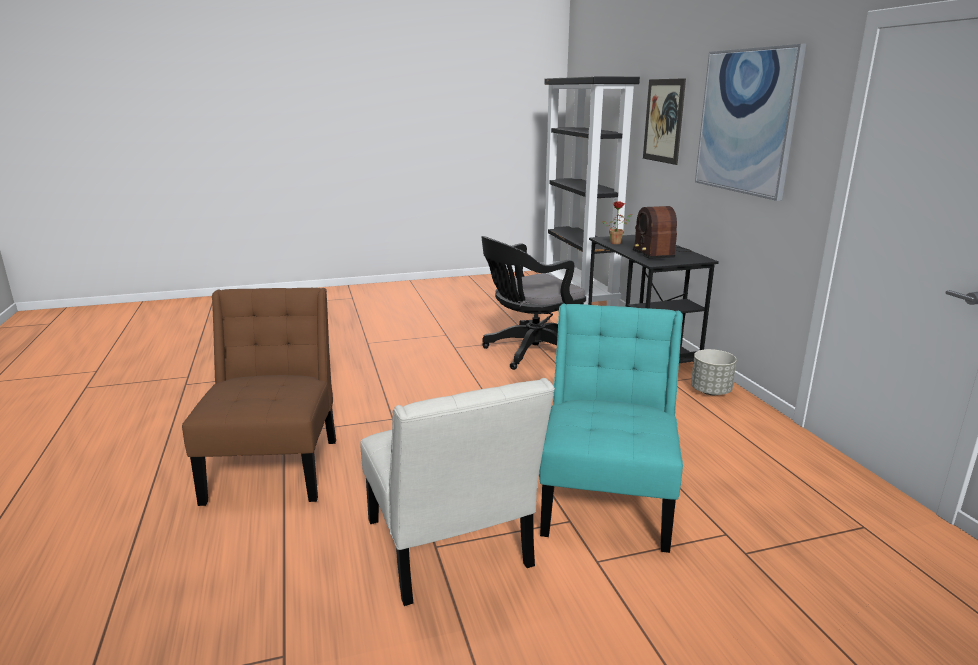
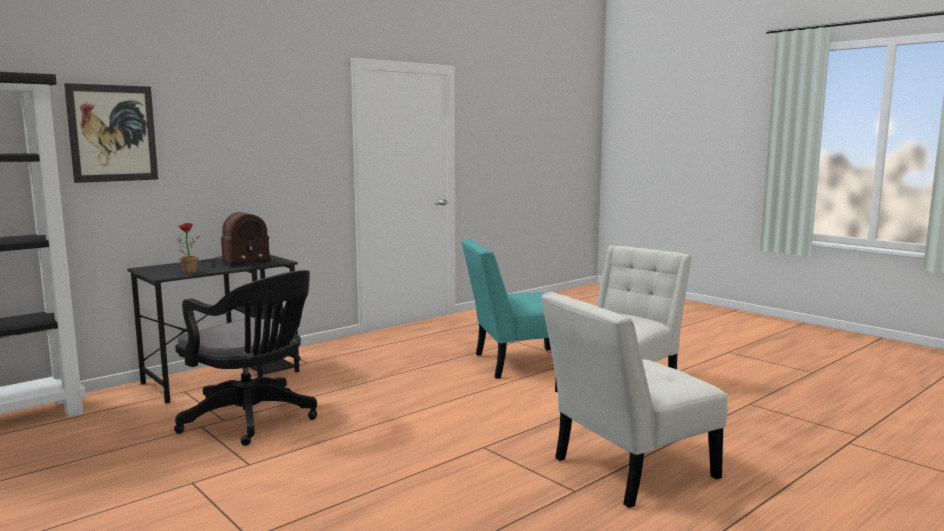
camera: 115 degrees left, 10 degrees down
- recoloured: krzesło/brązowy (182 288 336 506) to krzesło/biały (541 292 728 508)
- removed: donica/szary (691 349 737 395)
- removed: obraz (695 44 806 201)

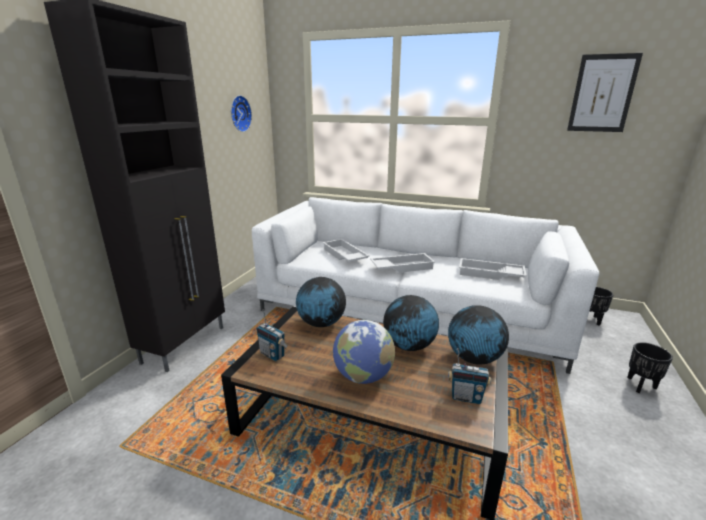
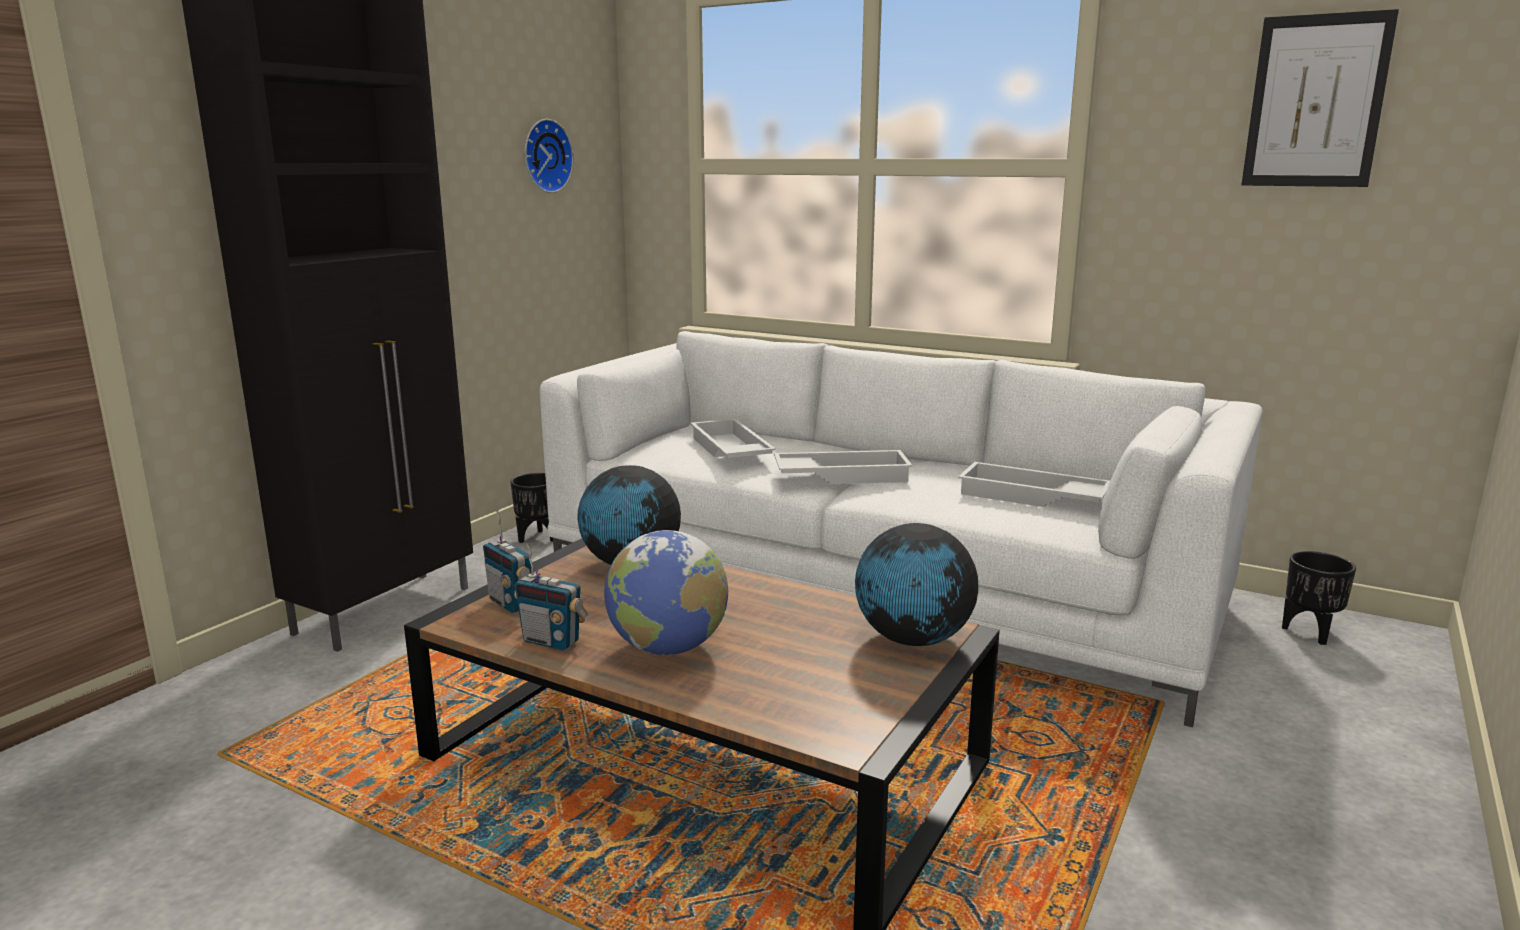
camera: 10 degrees right, 5 degrees down
- moved: donica/czarny (627 342 673 393) to (510 473 553 543)
- moved: radio (448 348 491 404) to (514 543 588 651)
- removed: globus (383 295 439 351)

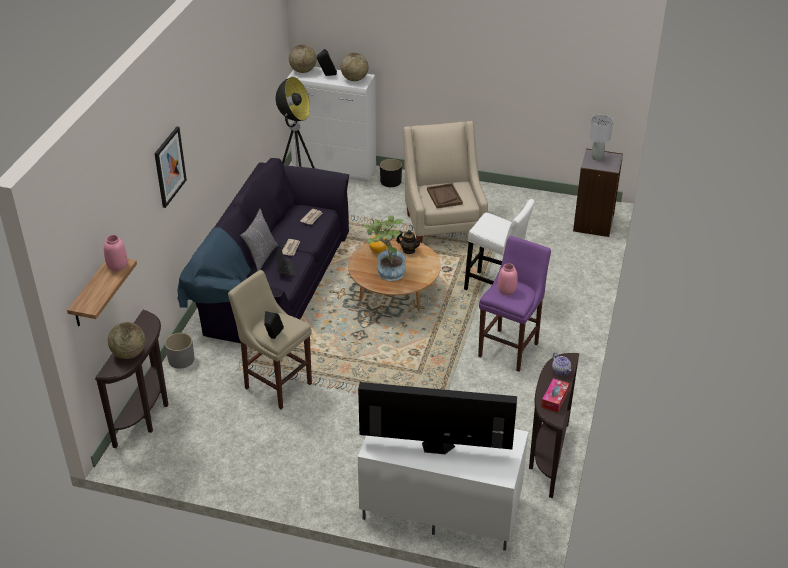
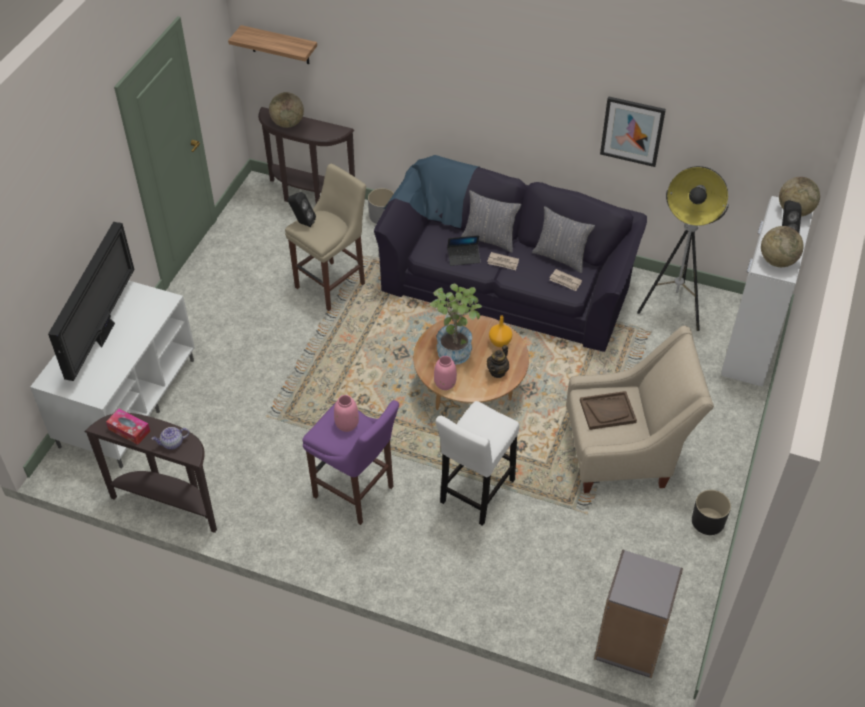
camera: 95 degrees right, 10 degrees up
- moved: wazon/różowy (104 235 128 271) to (434 356 457 390)
- added: poduszka/szary (532 206 595 273)
- moved: obraz (154 127 187 208) to (600 96 666 167)
- moved: donica/czarny (380 159 402 187) to (692 490 731 535)
- removed: lampa stołowa/szary (589 115 613 161)

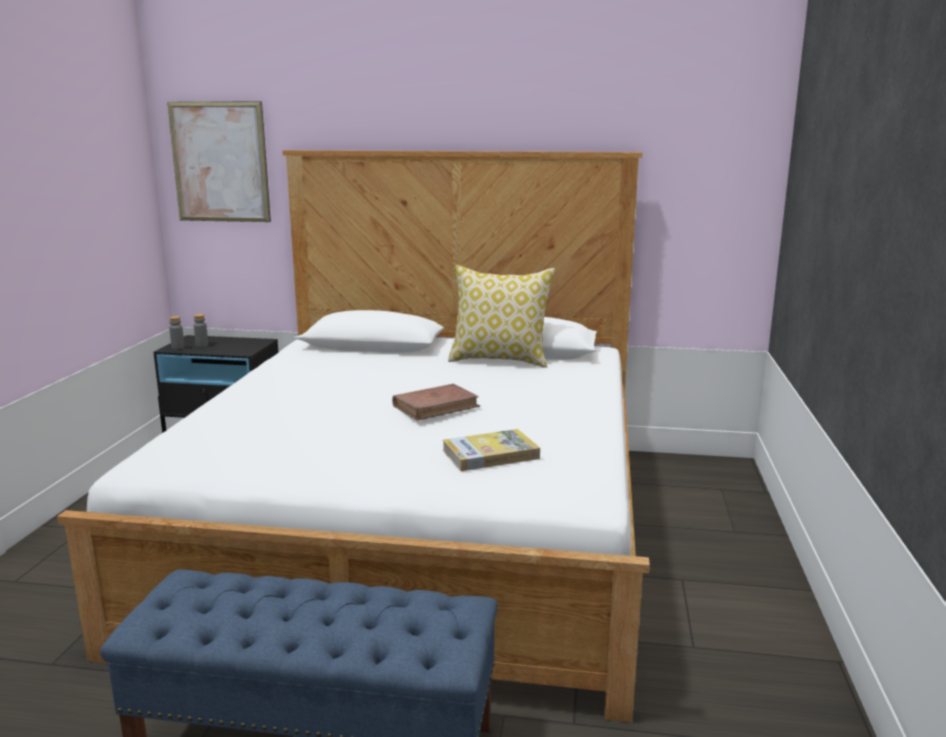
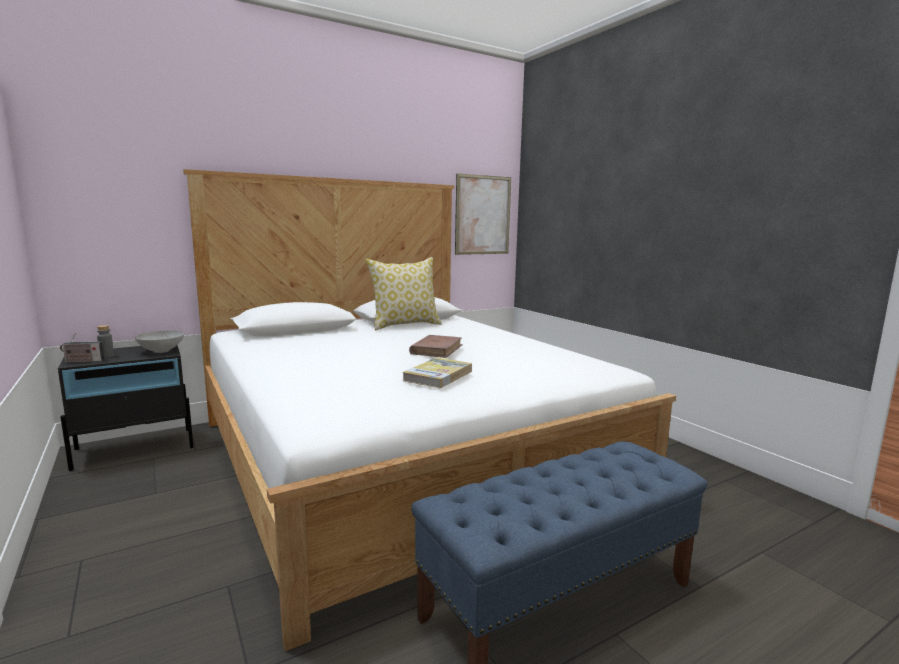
camera: 40 degrees left, 5 degrees down
- replaced: butelka/szary (169 316 185 350) to radio (60 332 104 363)
- added: miska/szary (134 331 185 353)
- moved: książka (443 429 540 471) to (402 358 472 388)
- moved: obraz (167 101 271 222) to (455 173 511 255)

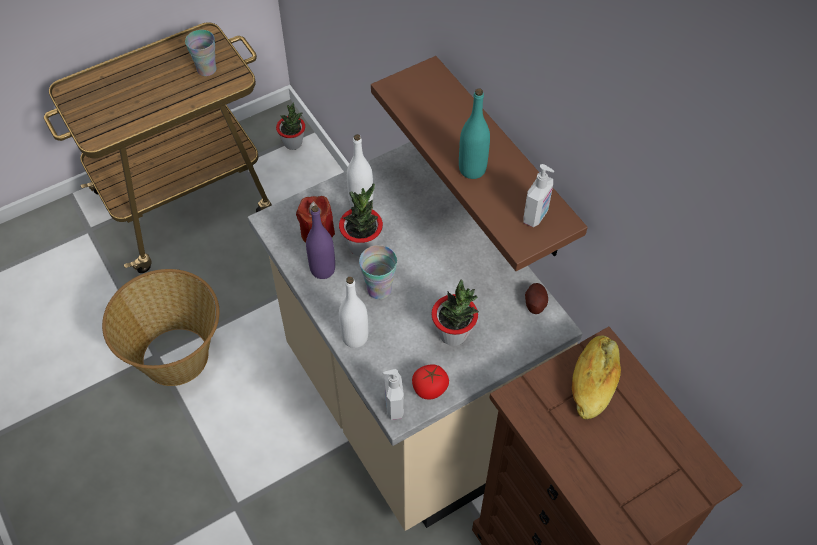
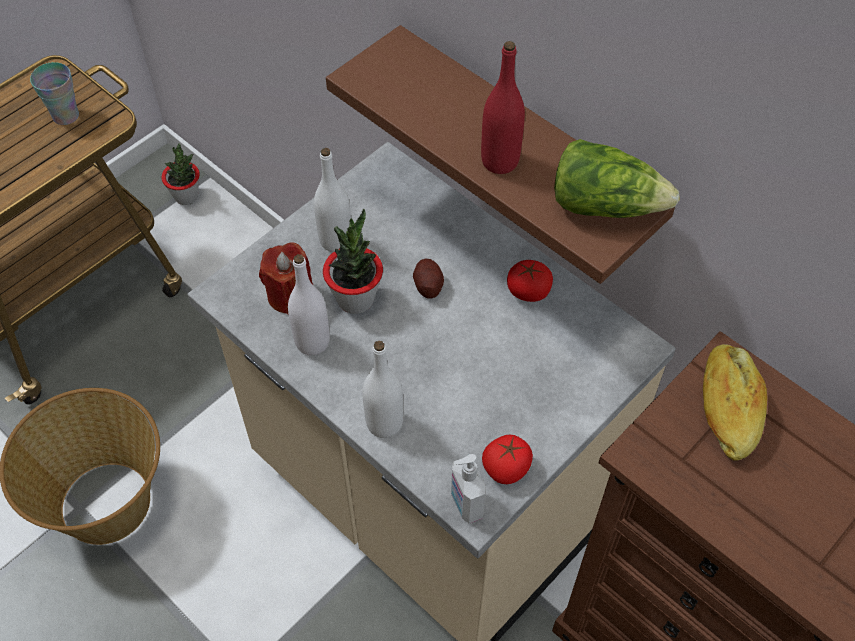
camera: 15 degrees left, 0 degrees up
- recoloured: butelka/fioletowy (306 205 335 279) to butelka/biały (288 254 330 355)
- moved: ziemniak (525 283 548 314) to (413 259 444 299)
- recoloured: butelka/turkusowy (459 89 490 179) to butelka/czerwony (481 41 525 174)
- added: pomidor (507 260 553 302)
- replaced: dozownik mydła (523 164 554 227) to sałata (554 139 680 218)
- removed: filiżanka (359 245 397 299)
- removed: roślina doniczkowa (431 279 479 346)

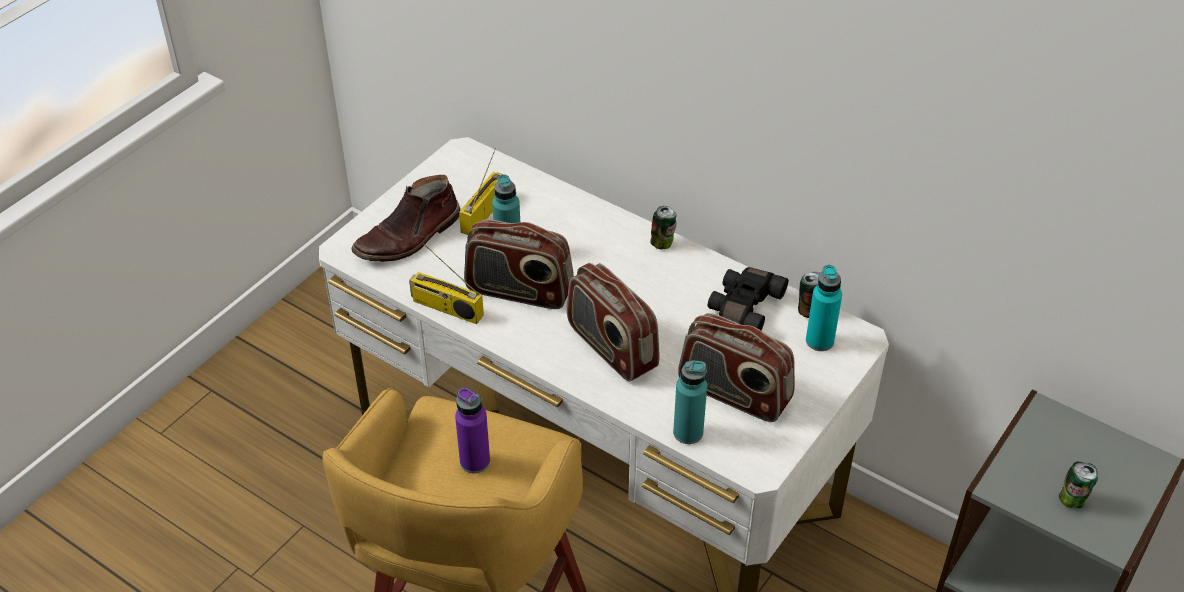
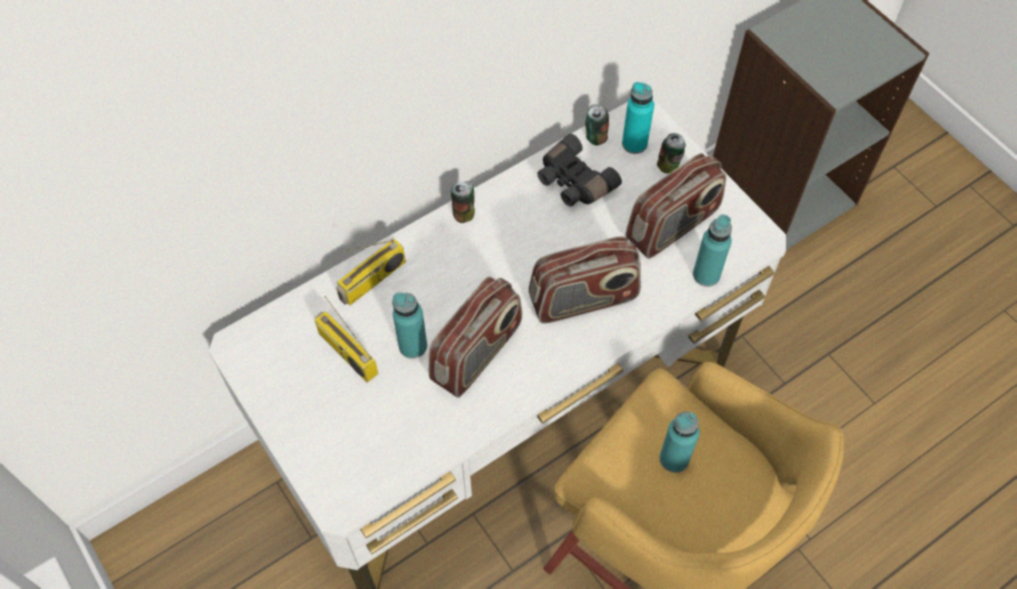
camera: 70 degrees left, 15 degrees up
- moved: radio (409 244 484 324) to (336 239 406 305)
- moved: puszka (1059 462 1098 508) to (657 133 686 173)
- recoloured: butelka/fioletowy (455 387 490 473) to butelka/turkusowy (660 412 700 473)
- removed: but z cholewką/brązowy (351 175 460 262)

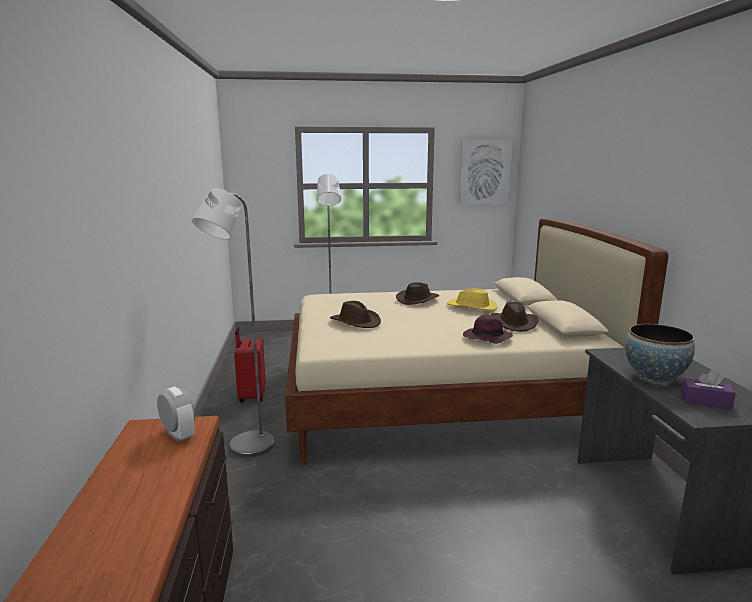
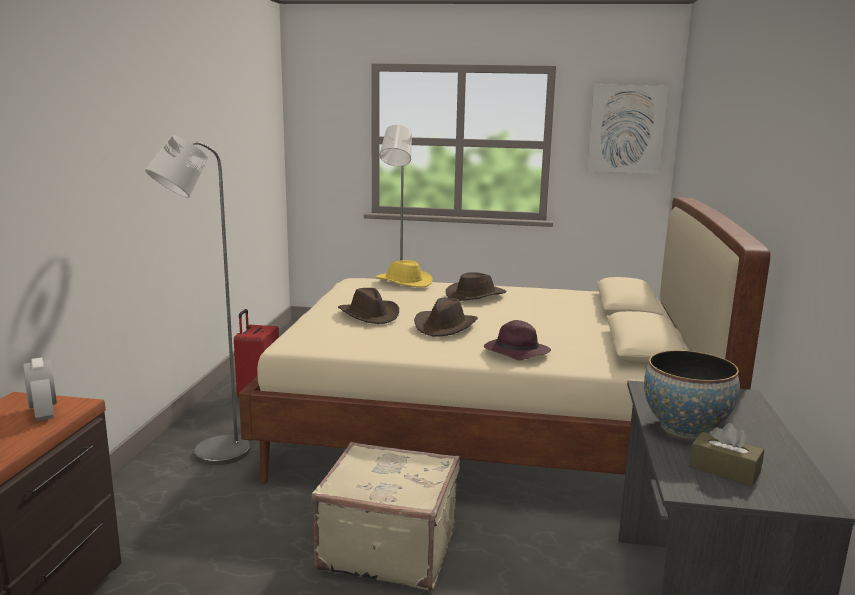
camera: 15 degrees right, 0 degrees up
- added: walizka/beżowy (311 442 460 590)
- moved: kapelusz/żółty (447 289 498 311) to (376 260 433 288)
- moved: kapelusz/brązowy (491 302 538 332) to (414 298 478 336)
- recoloured: pudełko chusteczek/fioletowy (681 369 736 410) to pudełko chusteczek/brązowy (689 423 764 486)

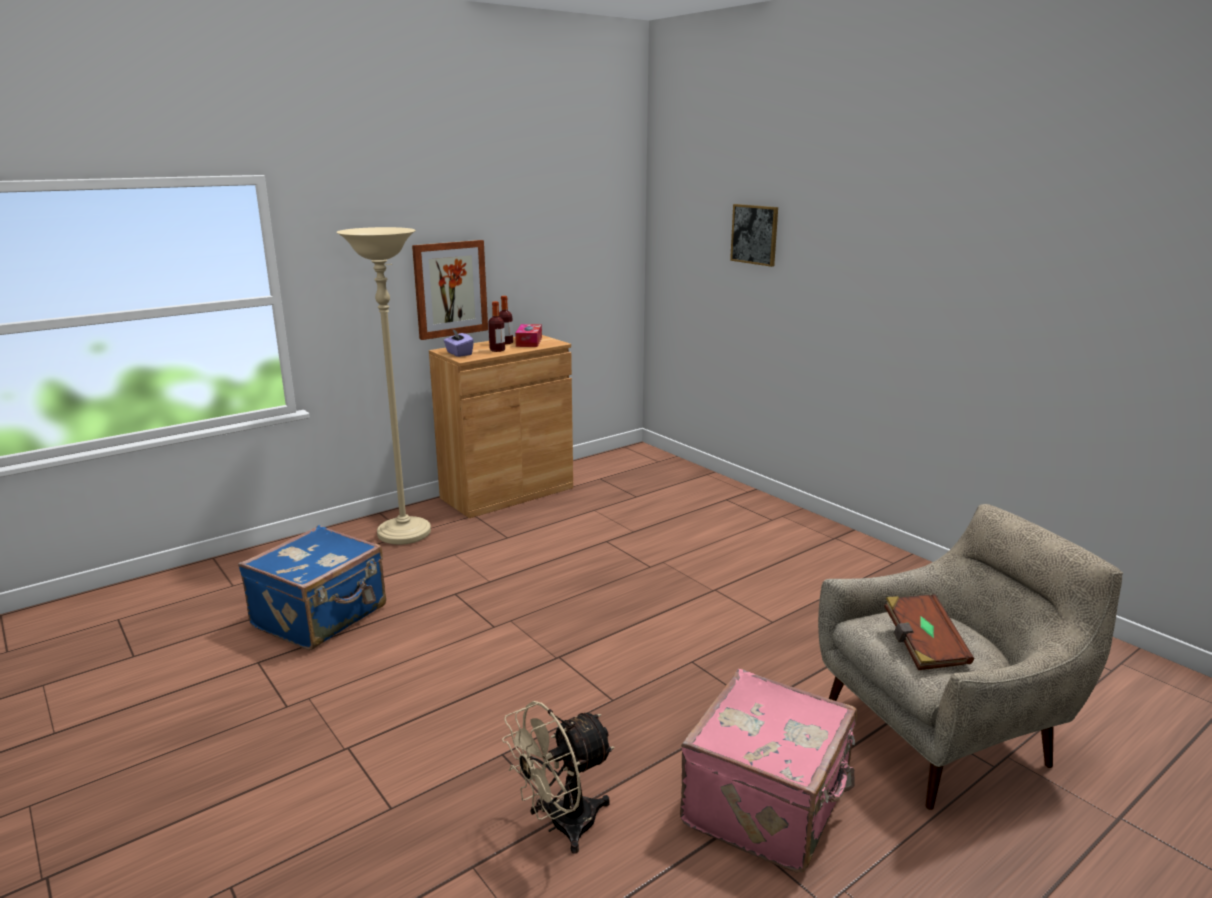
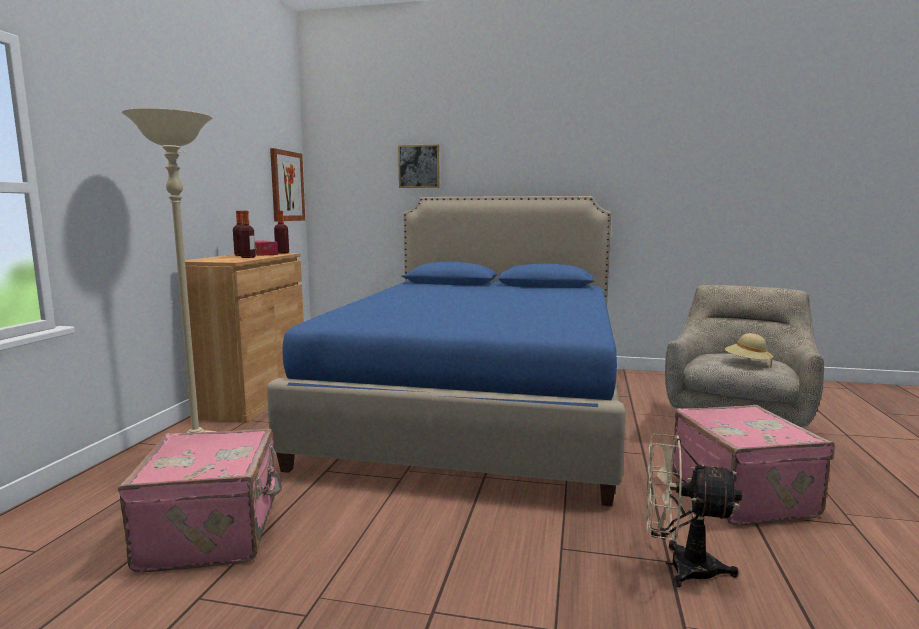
camera: 40 degrees left, 10 degrees down
- recoloured: walizka/niebieski (238 525 386 650) to walizka/różowy (118 428 282 572)
- added: łóżko/niebieski (267 196 626 506)
- moved: obraz (412 240 488 340) to (270 148 305 221)
- added: butelka (274 211 289 254)
- turned: wentylator/beżowy (502 701 614 854) = (646 434 742 587) 90 degrees clockwise
- replaced: książka/brązowy (884 594 974 670) to kapelusz/beżowy (725 333 773 367)
- removed: pudełko chusteczek/fioletowy (444 330 474 357)

